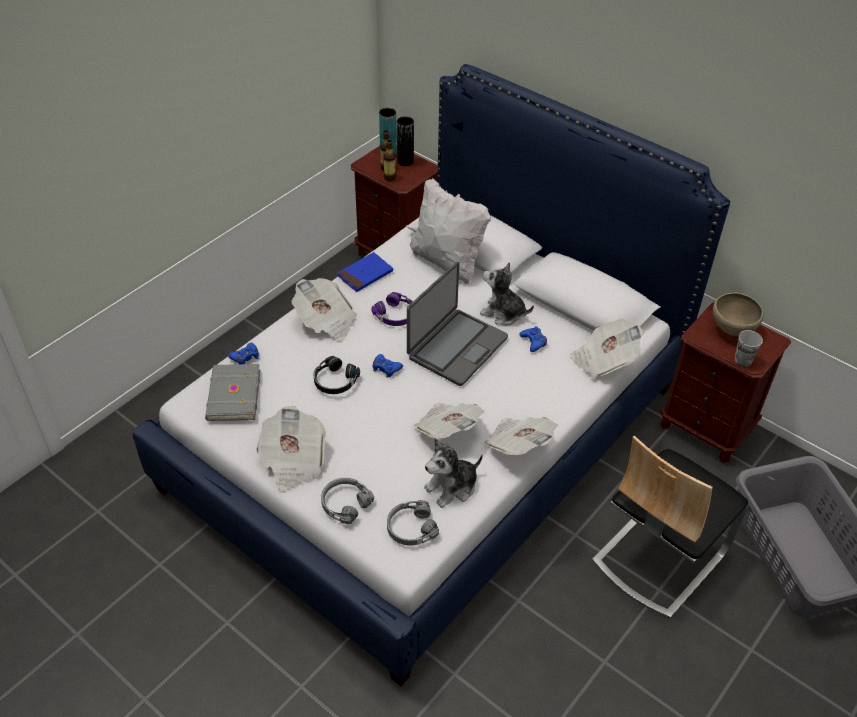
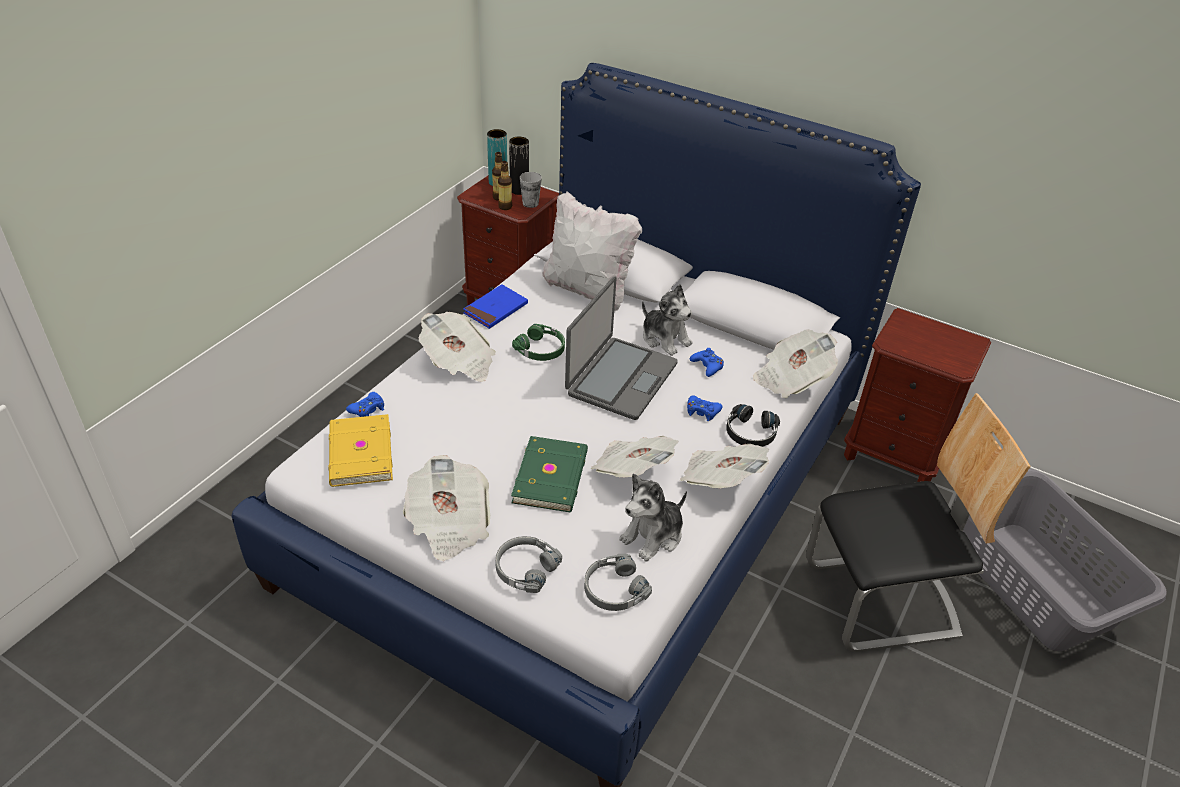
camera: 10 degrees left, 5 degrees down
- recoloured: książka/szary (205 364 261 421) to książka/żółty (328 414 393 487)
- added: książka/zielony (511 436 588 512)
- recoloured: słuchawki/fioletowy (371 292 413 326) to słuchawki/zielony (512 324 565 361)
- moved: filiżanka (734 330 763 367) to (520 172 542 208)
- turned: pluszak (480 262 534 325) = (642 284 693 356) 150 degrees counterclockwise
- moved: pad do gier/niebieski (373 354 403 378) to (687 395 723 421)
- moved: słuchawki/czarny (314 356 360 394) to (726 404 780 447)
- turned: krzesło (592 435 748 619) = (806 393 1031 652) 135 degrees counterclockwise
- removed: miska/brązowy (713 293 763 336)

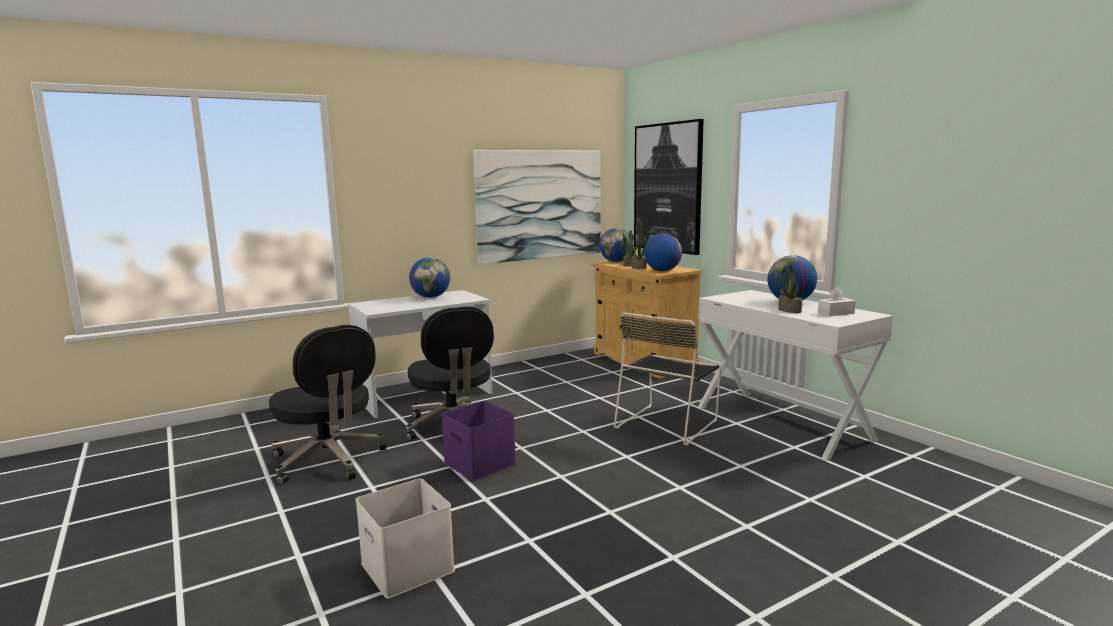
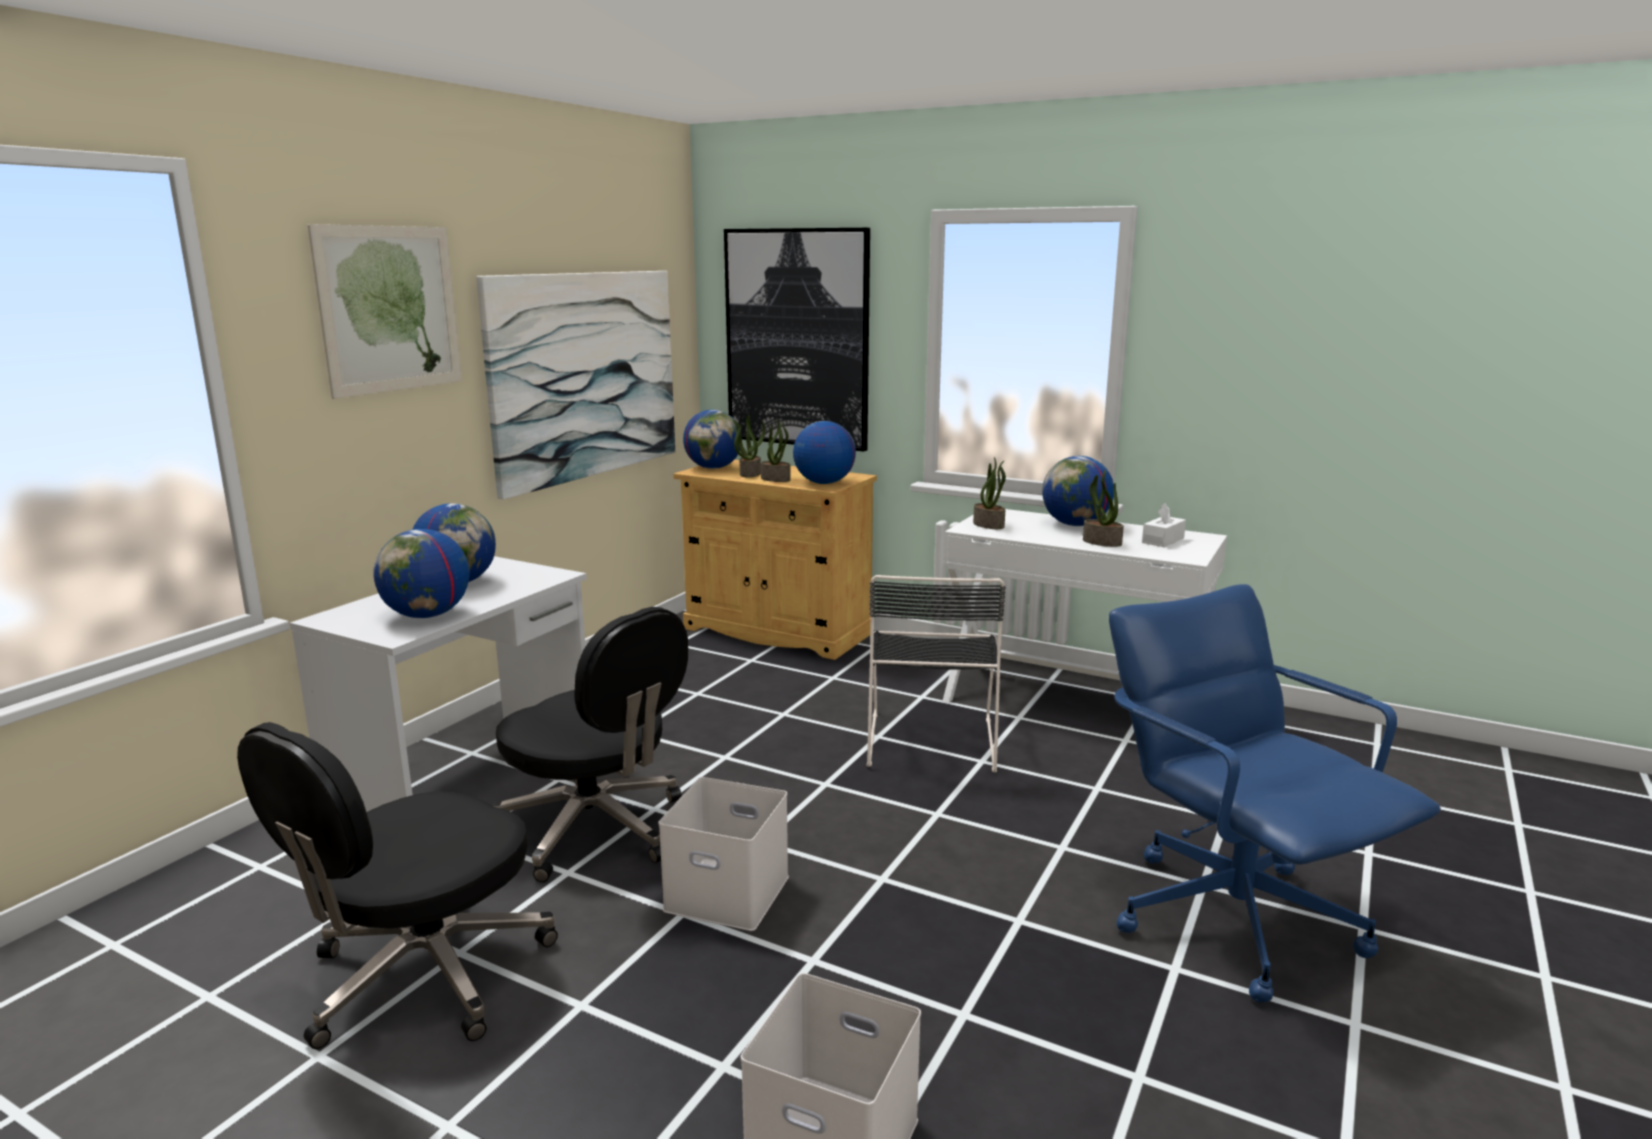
camera: 30 degrees left, 5 degrees up
- turned: krzesło biurowe/czarny (269 325 386 485) = (237 722 558 1049) 105 degrees clockwise
- added: obraz (308 224 462 399)
- added: globus (373 529 470 618)
- recoloured: pojemnik do przechowywania/fioletowy (441 401 516 481) to pojemnik do przechowywania/biały (659 777 789 931)
- added: roślina doniczkowa (973 457 1006 529)
- added: krzesło biurowe/niebieski (1109 584 1441 1003)

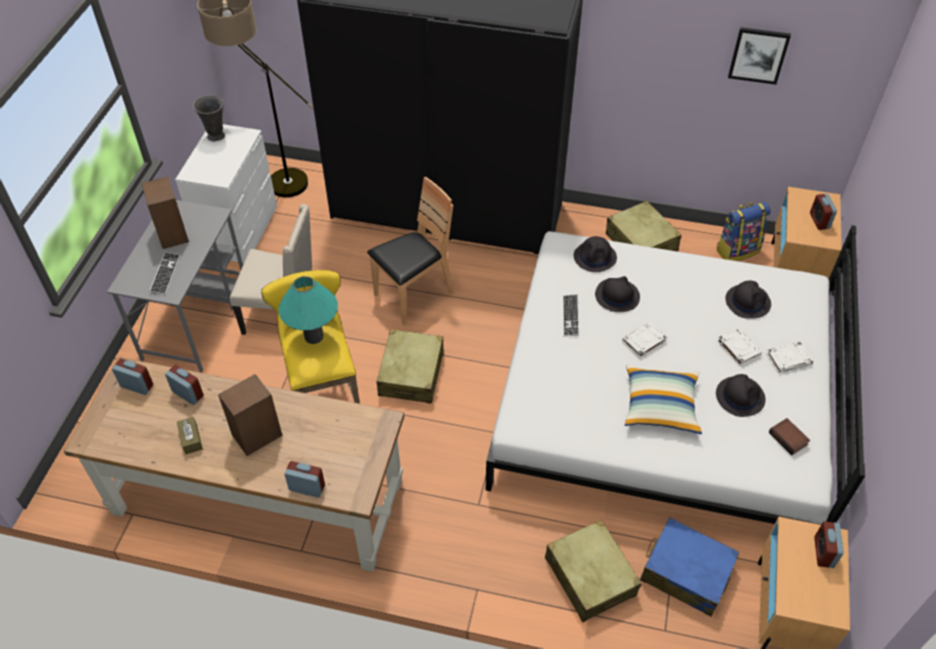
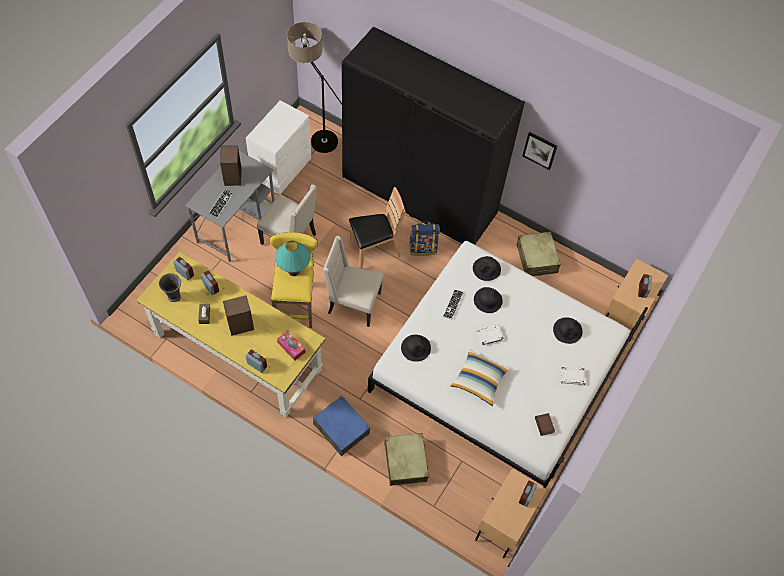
camera: 15 degrees right, 10 degrees up
- recoloured: biurko/brązowy (64 357 404 572) to biurko/żółty (136 252 326 418)
- moved: wazon/szary (193 95 225 141) to (159 273 181 302)
- added: pudełko chusteczek (277 331 306 361)
- moved: walizka/niebieski (640 517 739 616) to (313 396 370 456)
- replaced: walizka/beżowy (377 329 444 404) to krzesło/beżowy (323 236 383 327)
- moved: kapelusz/czarny (716 374 766 417) to (401 335 431 362)
- moved: plecak (716 202 771 261) to (409 222 440 256)
- moved: obraz (728 27 791 85) to (522 132 557 170)
- removed: książka/biały (717 328 762 366)

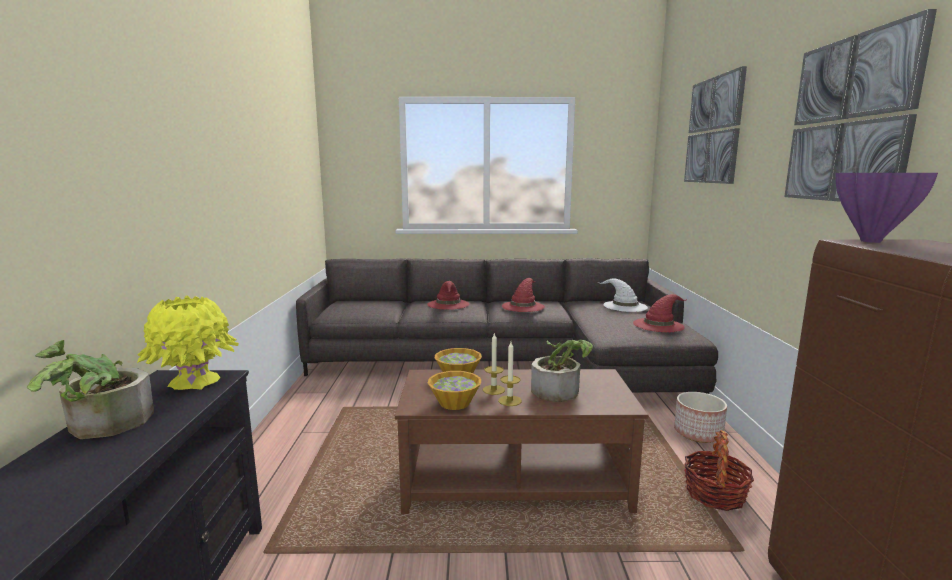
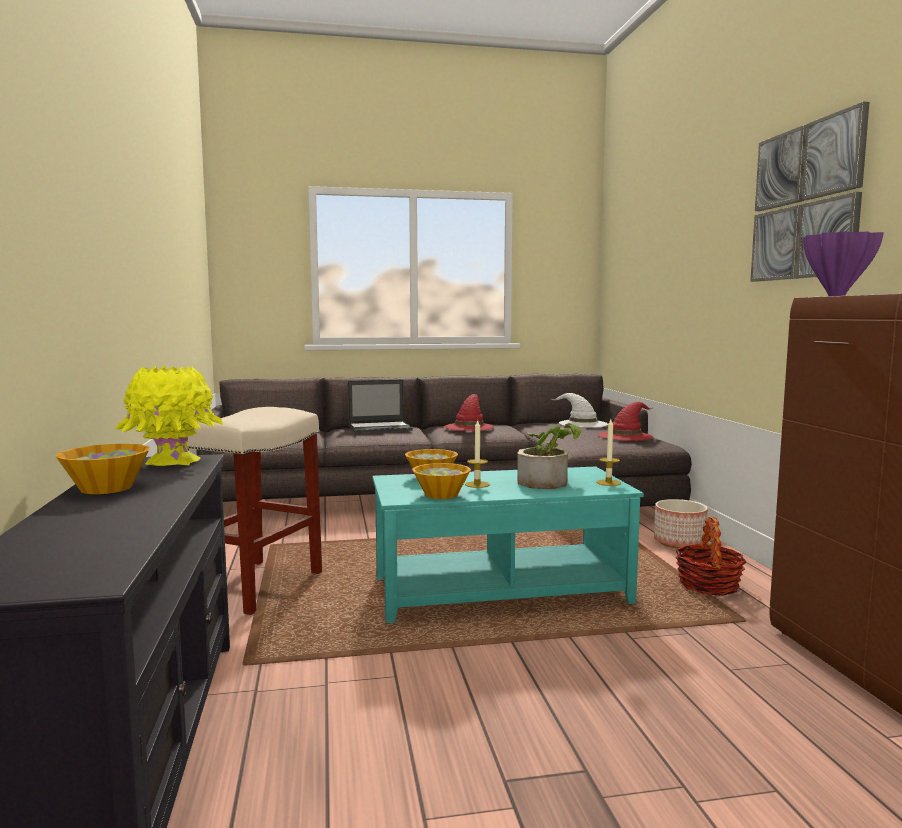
camera: 10 degrees left, 5 degrees down
- replaced: roślina doniczkowa (27 340 154 439) to miska (56 444 150 494)
- added: stołek/beżowy (187 407 322 615)
- replaced: kapelusz/czerwony (428 281 470 310) to laptop (348 379 413 433)
- recoloured: ława/brązowy (395 369 648 514) to ława/turkusowy (373 466 644 623)
- moved: świeca (498 342 522 406) to (596 419 621 486)
- removed: obraz (684 66 747 184)

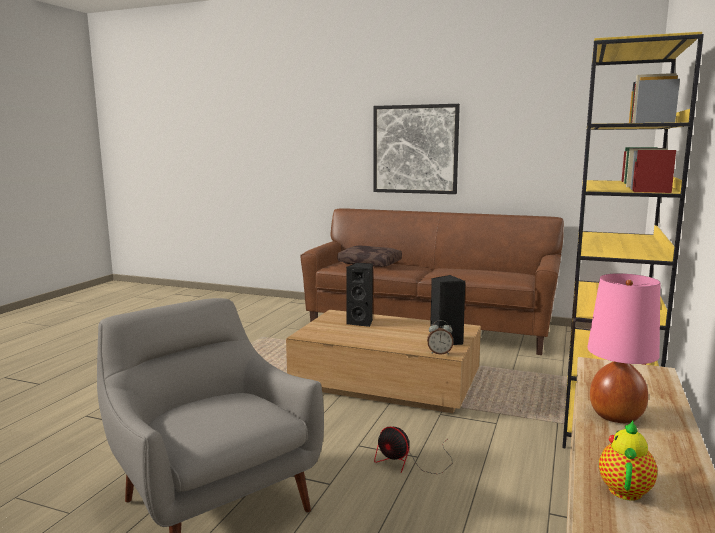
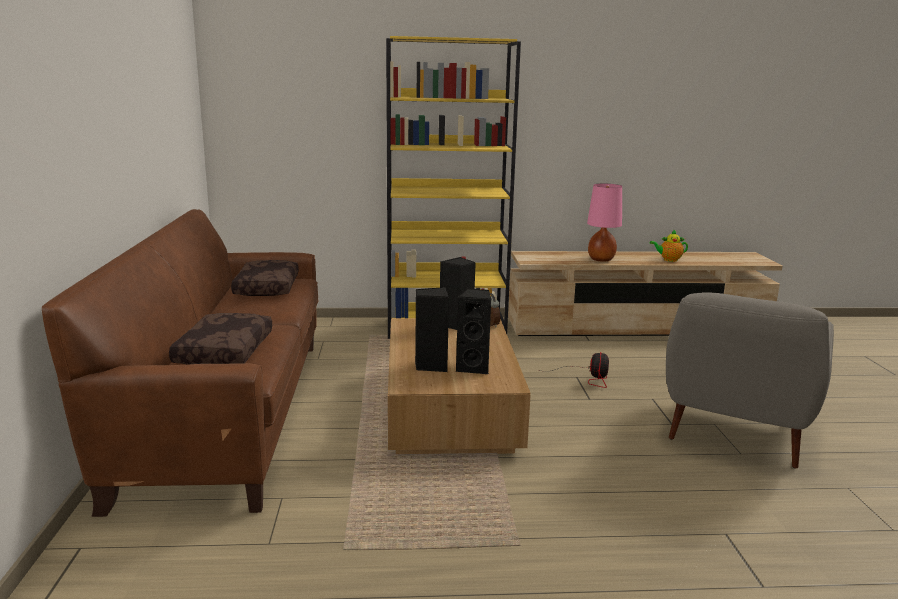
camera: 115 degrees left, 5 degrees up
- added: poduszka/brązowy (231 260 299 296)
- added: głośnik/czarny (456 289 492 374)
- removed: obraz (373 104 460 194)

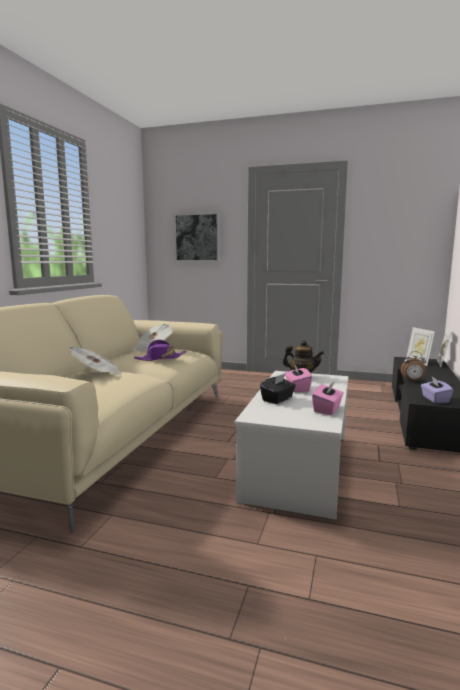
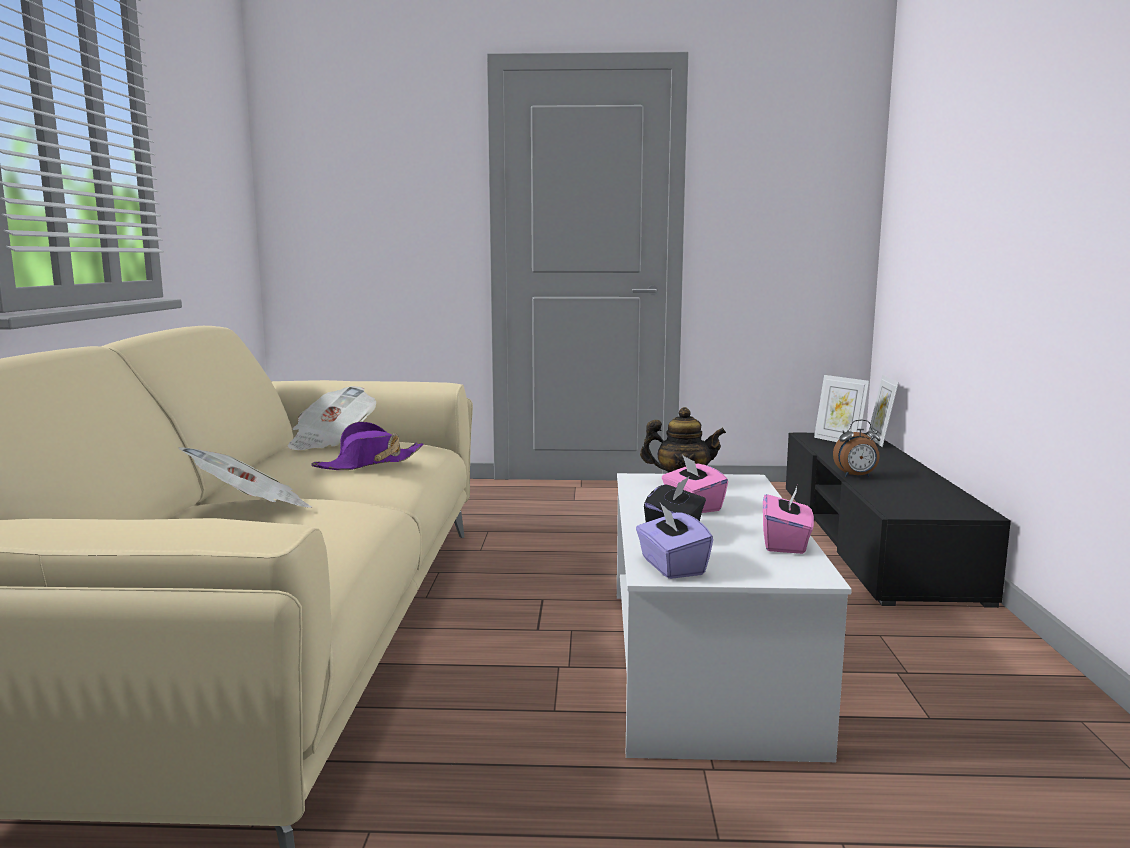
camera: 15 degrees left, 0 degrees up
- moved: pudełko chusteczek/fioletowy (421 377 453 403) to (636 503 713 579)
- removed: obraz (174 212 220 262)

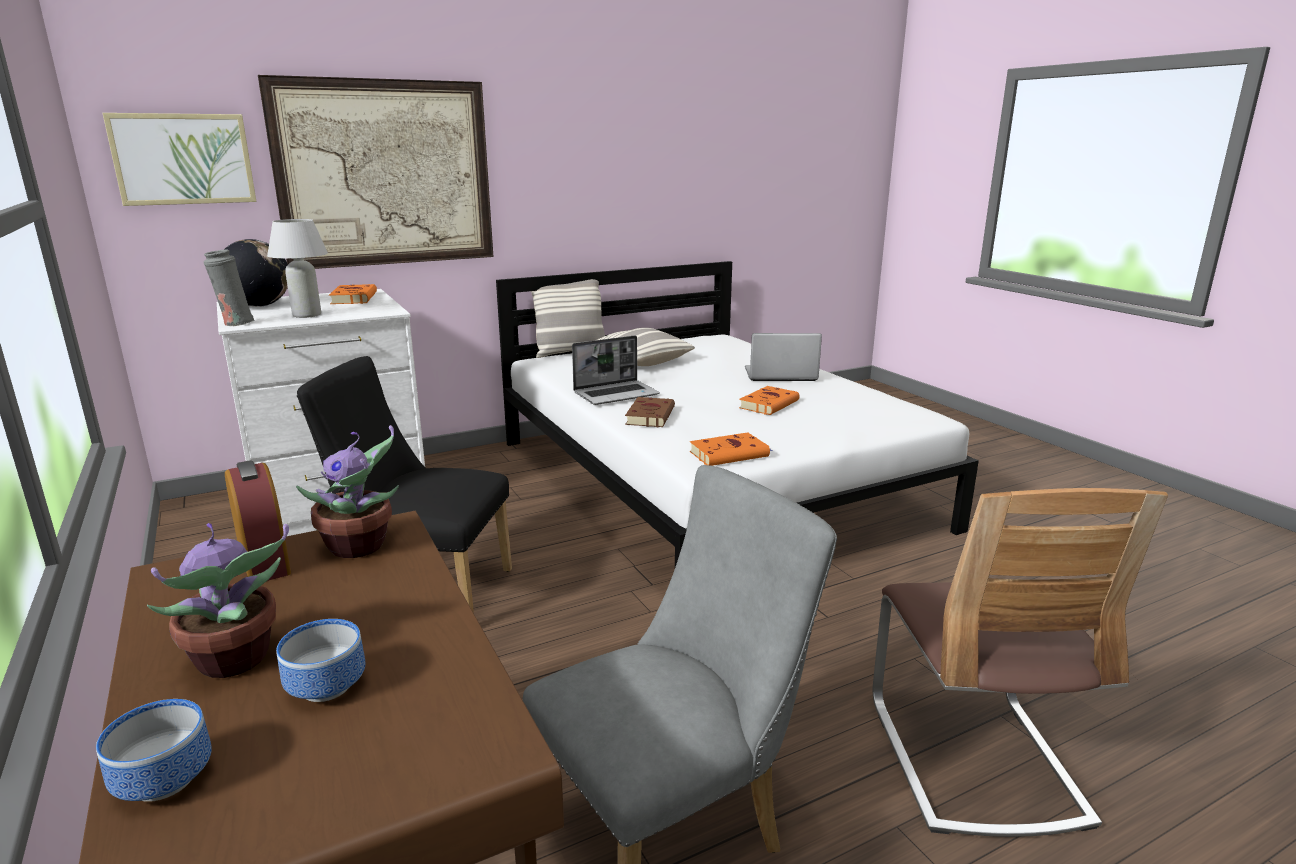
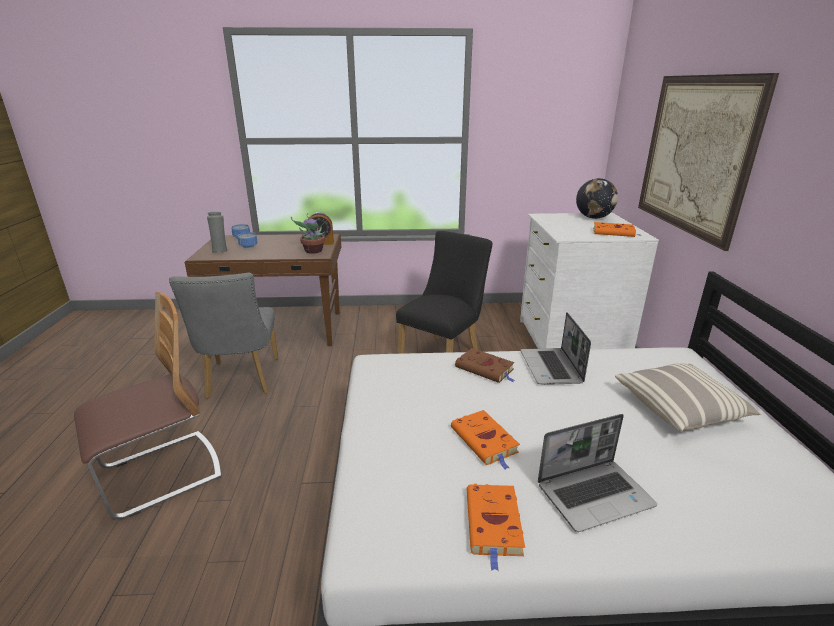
camera: 115 degrees right, 5 degrees up
- turned: krzesło (873 488 1168 837) = (74 292 221 519) 120 degrees clockwise
- moved: wazon/szary (204 249 255 326) to (207 212 228 253)
- moved: książka/pomarańczowy (690 432 772 466) to (467 484 525 571)
- turned: laptop (745 333 822 381) = (538 414 657 532) 45 degrees clockwise
- removed: obraz (103 113 257 206)
- removed: roślina doniczkowa (147 523 289 678)
- removed: lampa stołowa/biały (267 219 328 318)
- removed: poduszka (531 279 605 358)

